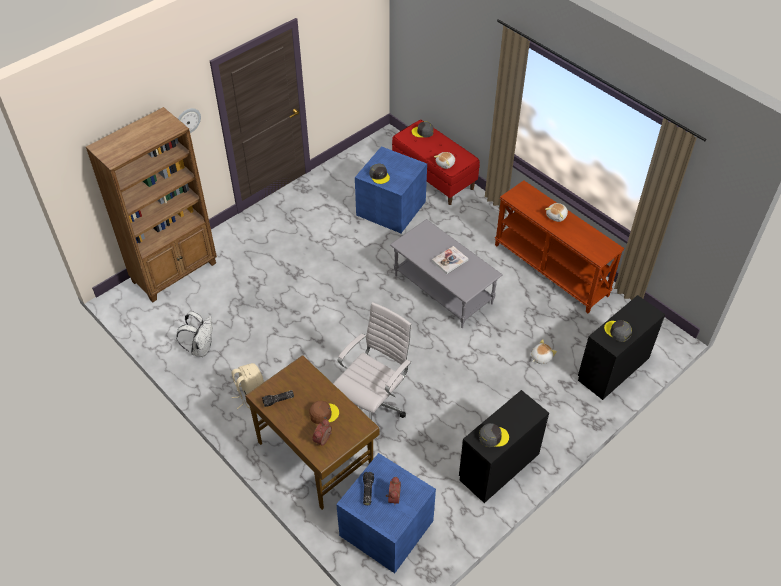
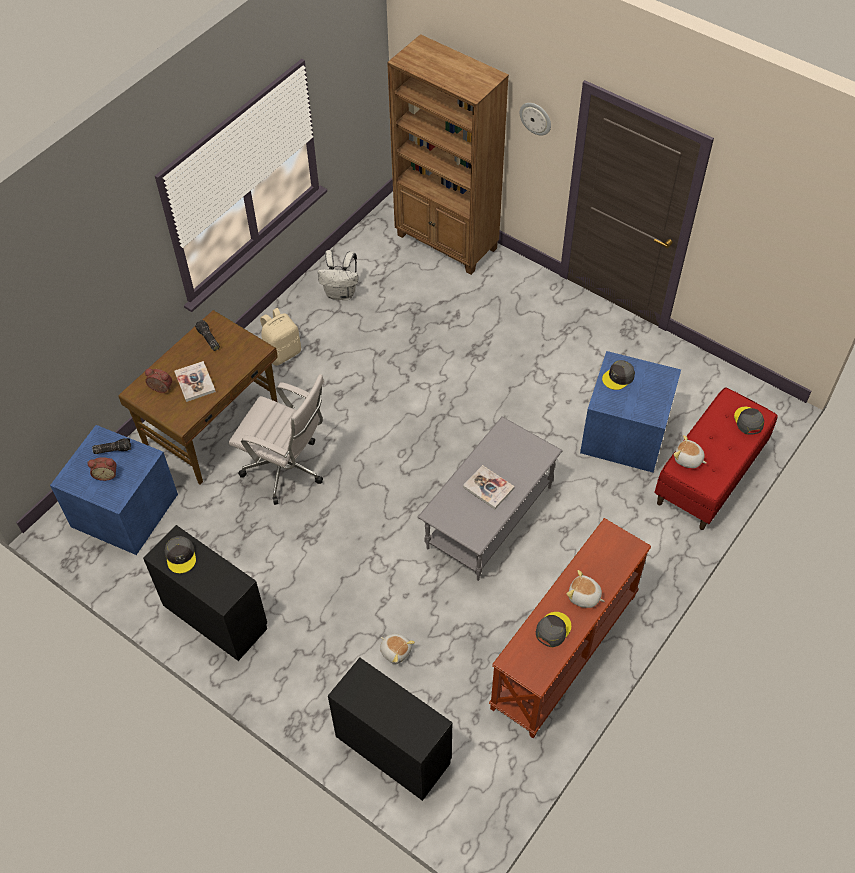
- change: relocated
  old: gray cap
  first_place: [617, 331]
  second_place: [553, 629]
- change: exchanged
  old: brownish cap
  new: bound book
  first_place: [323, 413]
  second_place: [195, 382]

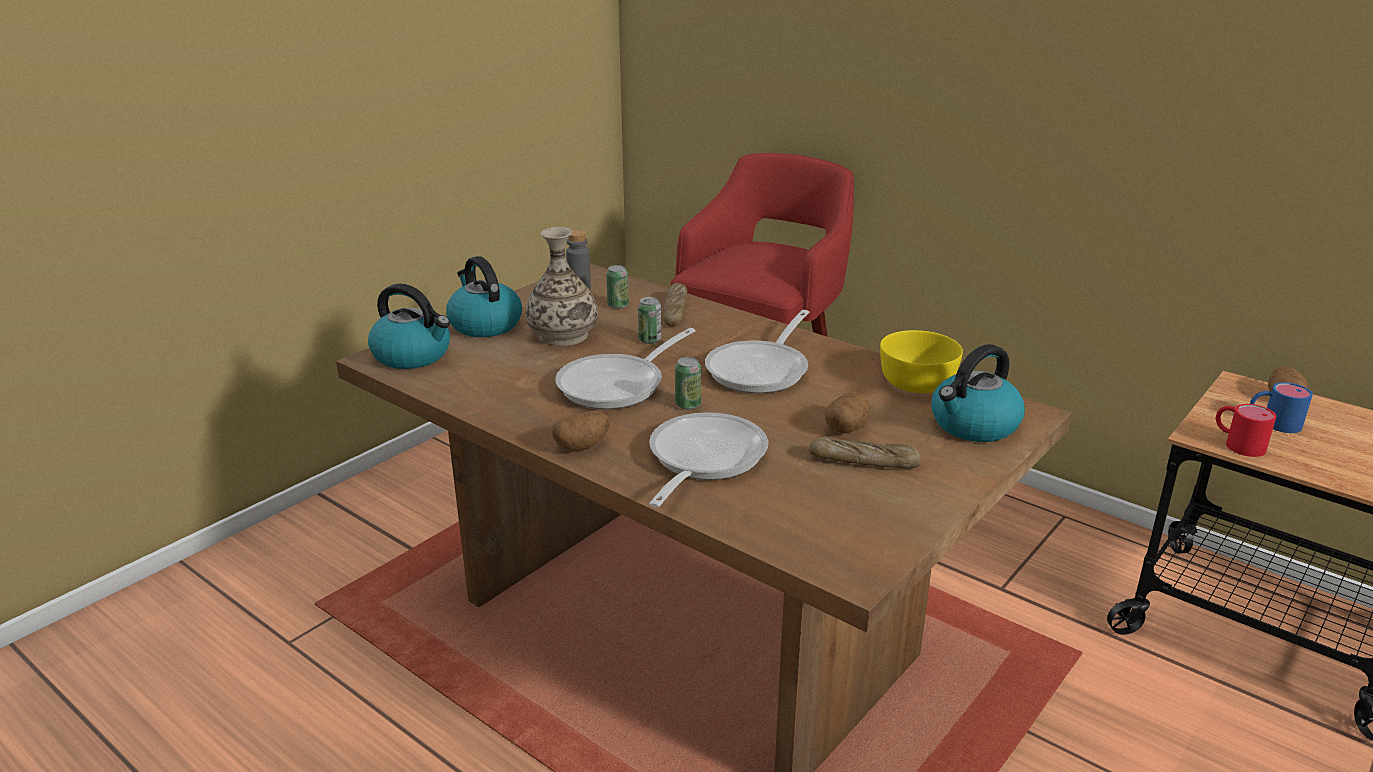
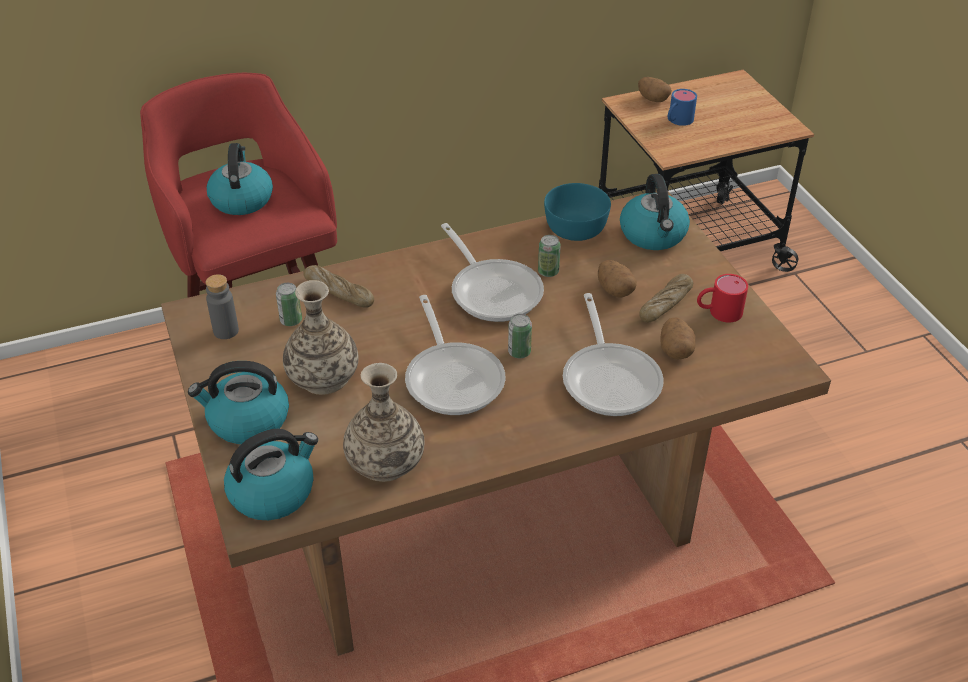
- change: relocated
  old: sealed can
  first_place: [649, 340]
  second_place: [548, 272]
- change: colour
  old: yellow-coloured serving bowl
  new: blue-green serving bowl
  first_place: [916, 382]
  second_place: [575, 229]
- change: relocated
  old: reddish coffee mug
  first_place: [1237, 443]
  second_place: [718, 312]
- change: relocated
  old: spud
  first_place: [582, 446]
  second_place: [675, 350]
- change: spun
  old: skillet
  first_place: [702, 460]
  second_place: [610, 378]
  degrees: -150
- change: appeared
  new: kettle
  second_place: [241, 199]
- change: appeared
  new: flower vase
  second_place: [385, 461]

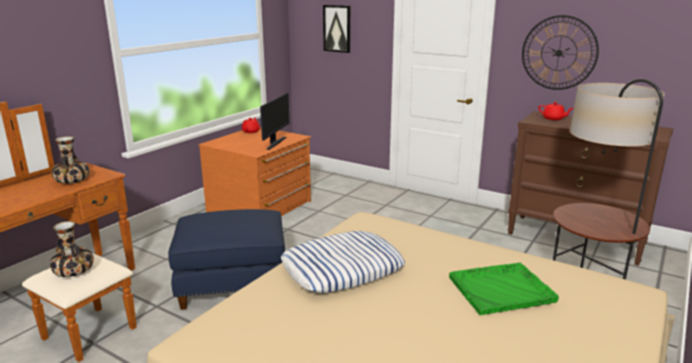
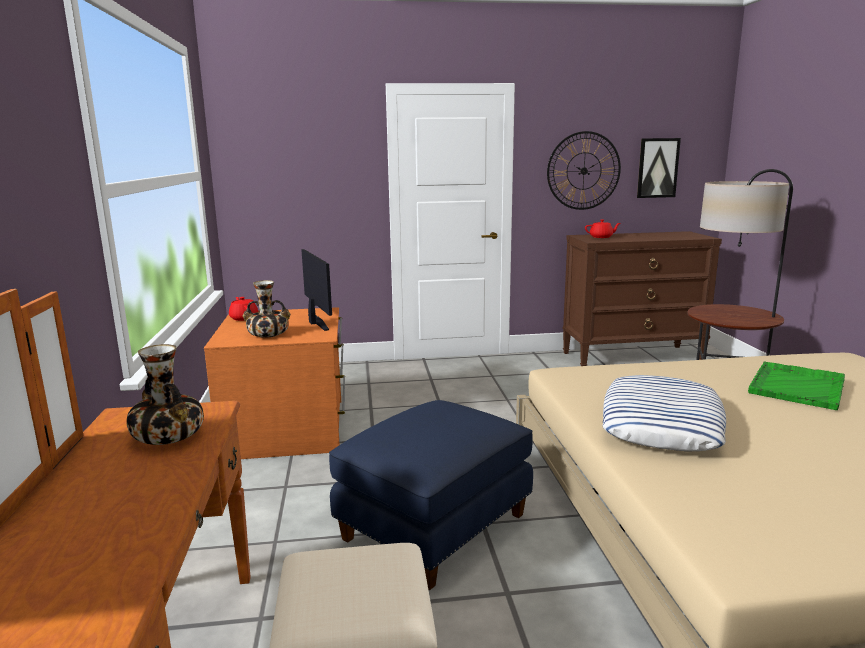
- change: relocated
  old: picture
  first_place: [337, 28]
  second_place: [657, 168]
- change: relocated
  old: flower vase
  first_place: [74, 271]
  second_place: [269, 334]

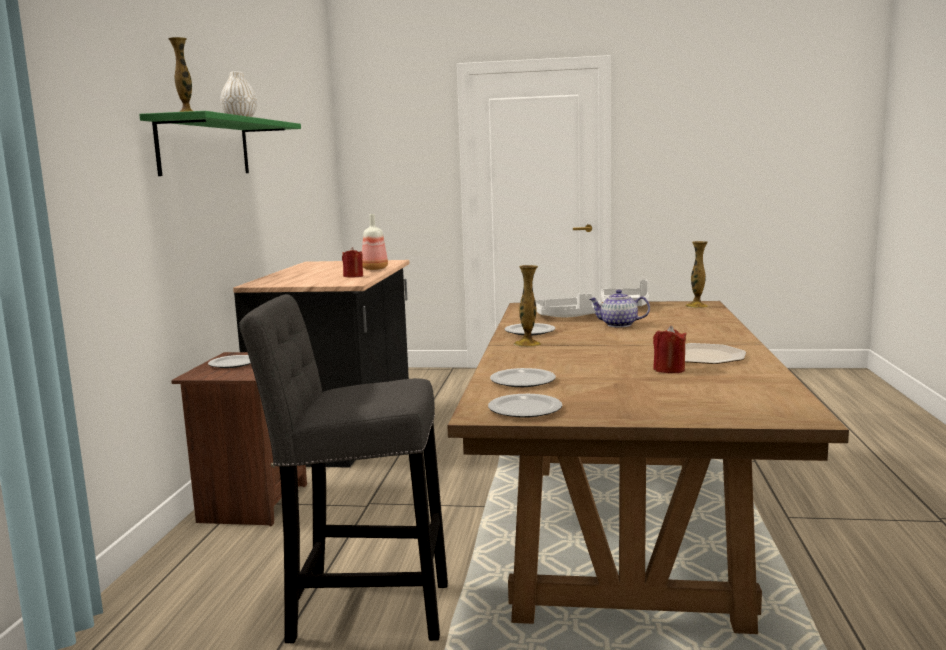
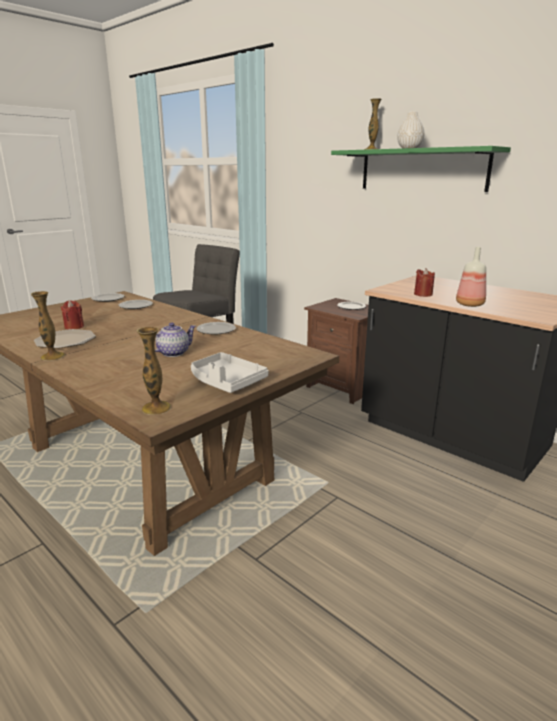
- change: relocated
  old: flower vase
  first_place: [527, 344]
  second_place: [52, 356]
- change: missing
  old: white serving tray
  first_place: [568, 316]

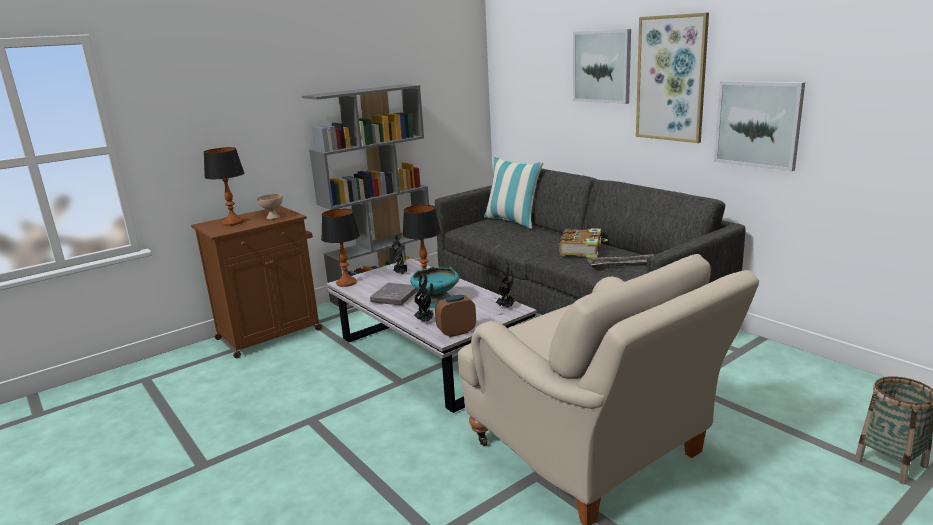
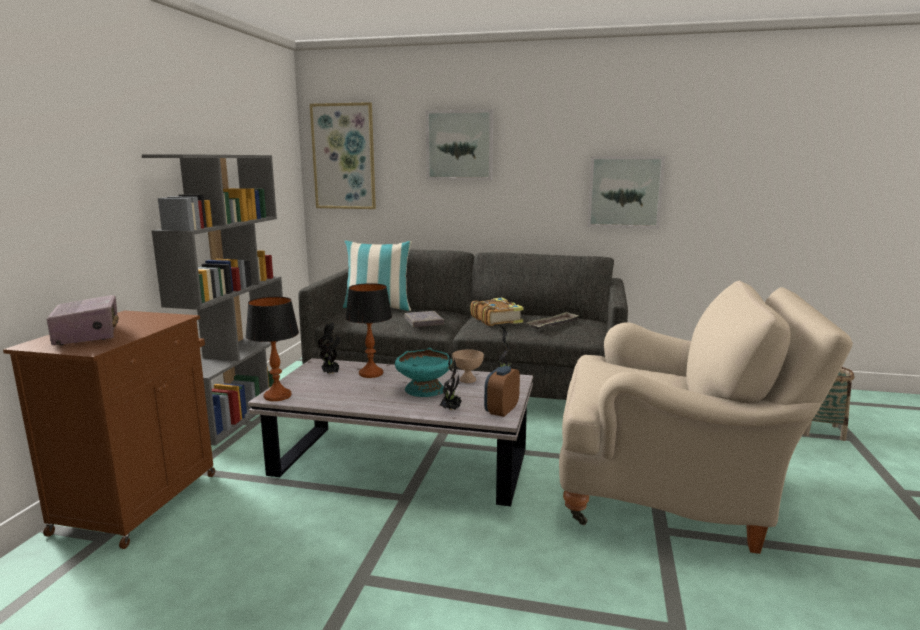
- change: relocated
  old: picture
  first_place: [671, 78]
  second_place: [344, 157]
- change: exchanged
  old: tabletop lamp
  new: radio set
  first_place: [233, 222]
  second_place: [88, 335]
- change: relocated
  old: beige-coloured serving bowl
  first_place: [273, 217]
  second_place: [467, 380]
- change: relocated
  old: gray bound book
  first_place: [394, 297]
  second_place: [424, 322]

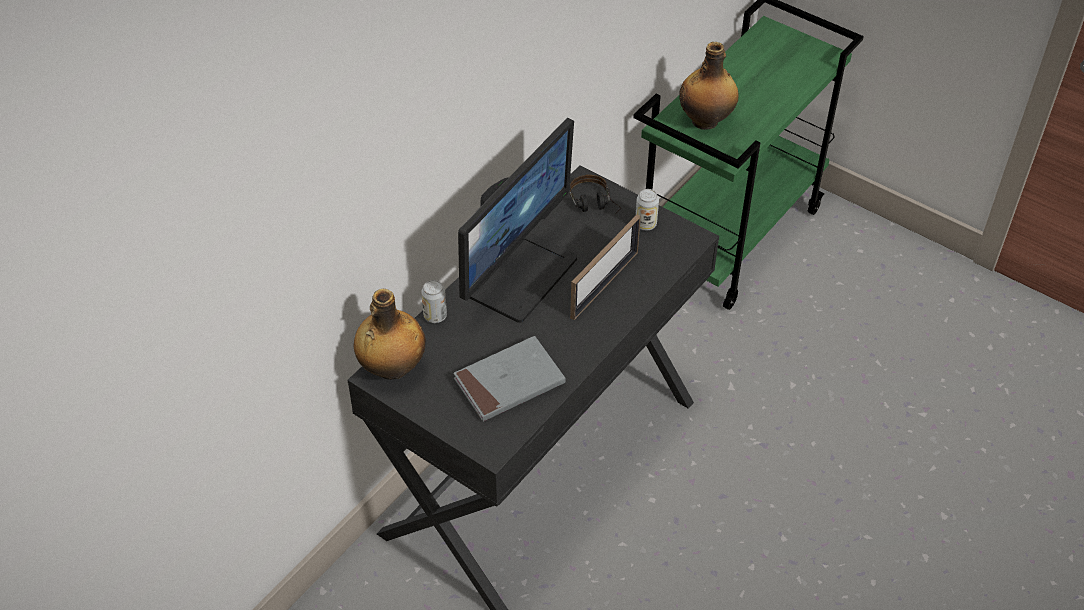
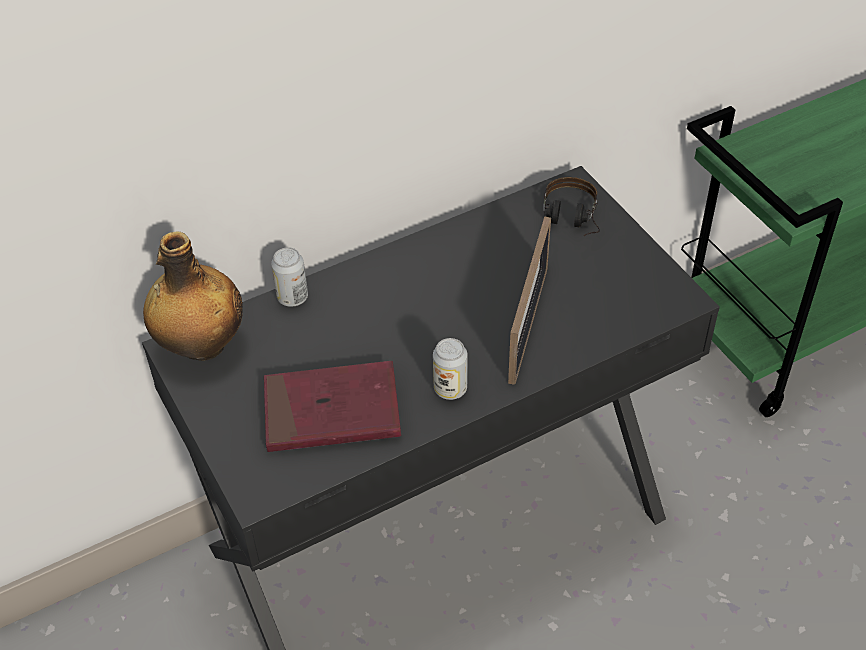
- change: missing
  old: drink bottle
  first_place: [706, 121]
- change: missing
  old: computer display
  first_place: [519, 274]
- change: relocated
  old: sealed can
  first_place: [645, 224]
  second_place: [450, 389]
- change: spun
  old: picture frame
  first_place: [604, 284]
  second_place: [528, 324]
  degrees: -45
- change: colour
  old: gray bound book
  new: reddish bound book
  first_place: [509, 382]
  second_place: [332, 411]

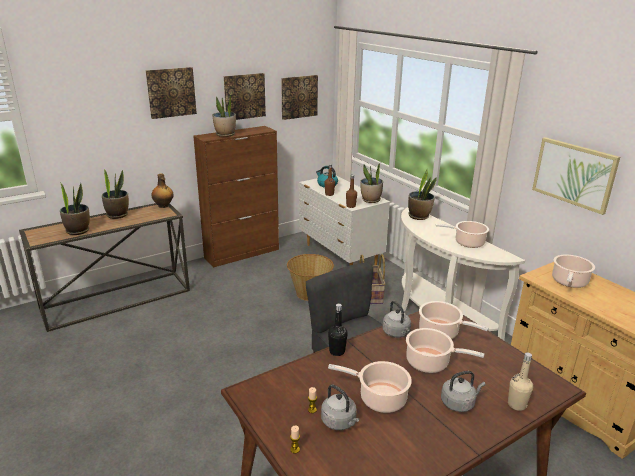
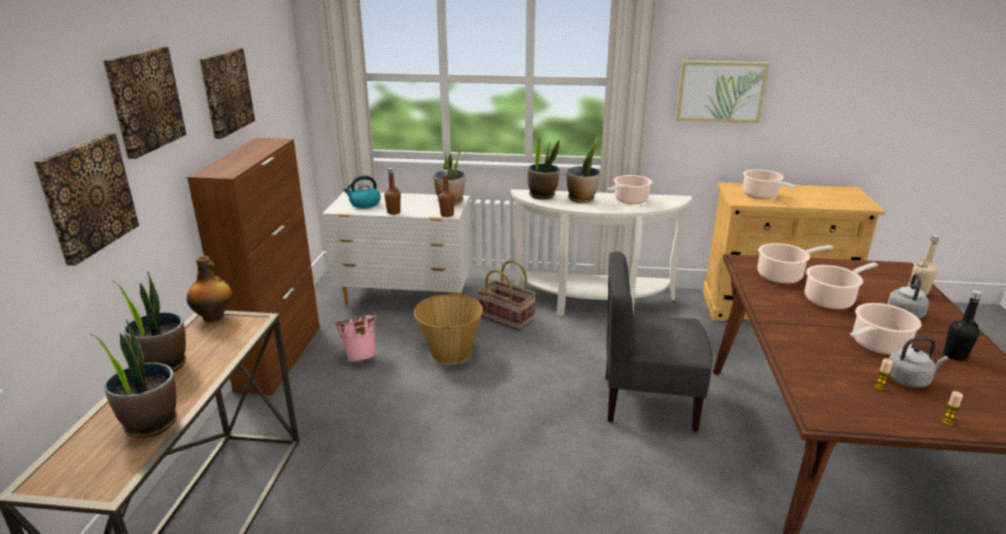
- change: relocated
  old: picture
  first_place: [299, 96]
  second_place: [87, 196]
- change: relocated
  old: plant in a pot
  first_place: [225, 135]
  second_place: [582, 199]
- change: missing
  old: gray kettle
  first_place: [396, 333]
- change: relocated
  old: blackish drink bottle
  first_place: [337, 351]
  second_place: [955, 356]
- change: appeared
  new: pink bucket
  second_place: [360, 356]

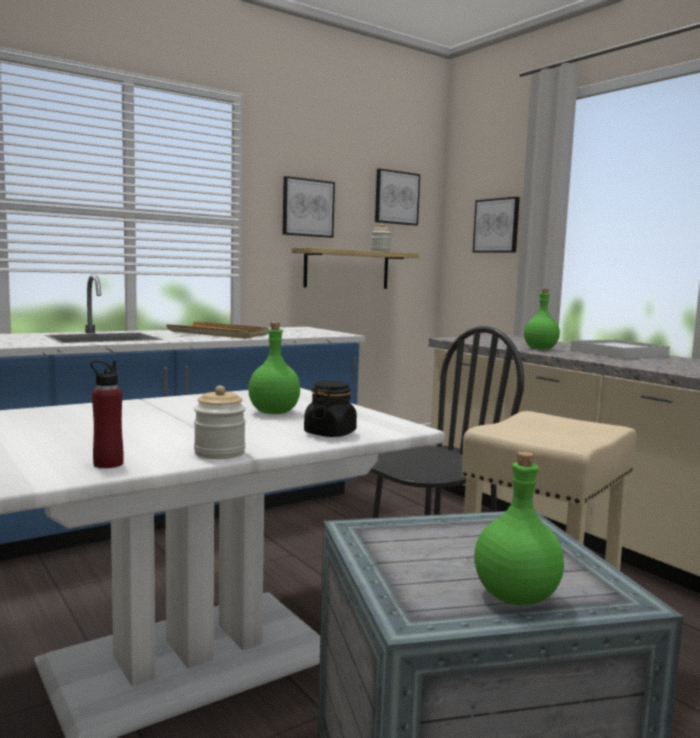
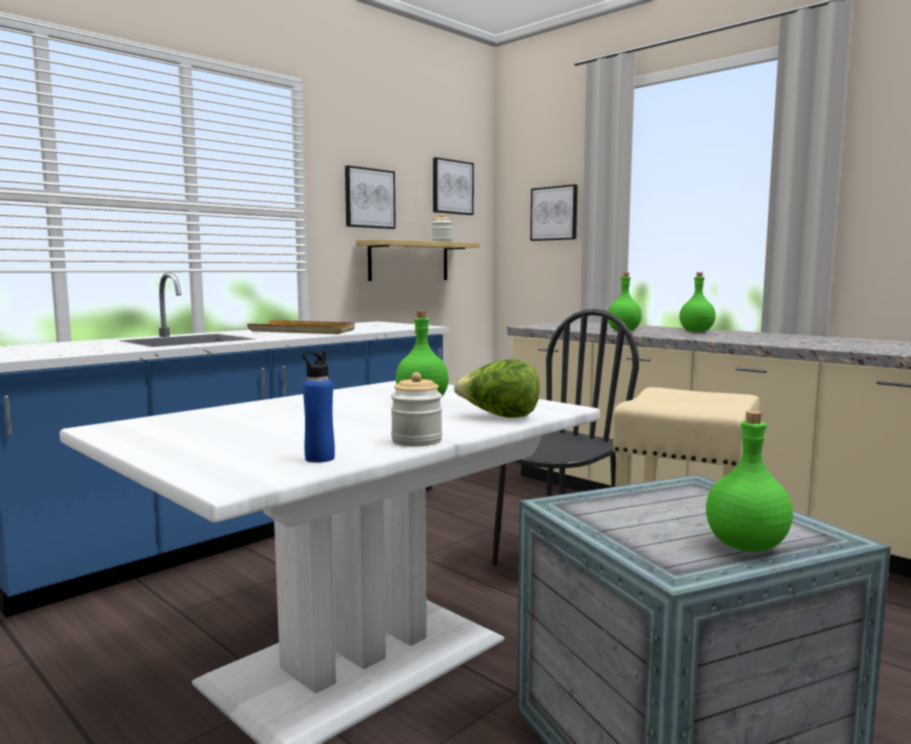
- change: exchanged
  old: white serving tray
  new: green-coloured drink bottle
  first_place: [619, 353]
  second_place: [697, 331]
- change: colour
  old: reddish drink bottle
  new: blue-coloured drink bottle
  first_place: [108, 464]
  second_place: [319, 458]
- change: exchanged
  old: blackish preserve jar
  new: lettuce head
  first_place: [330, 433]
  second_place: [499, 417]

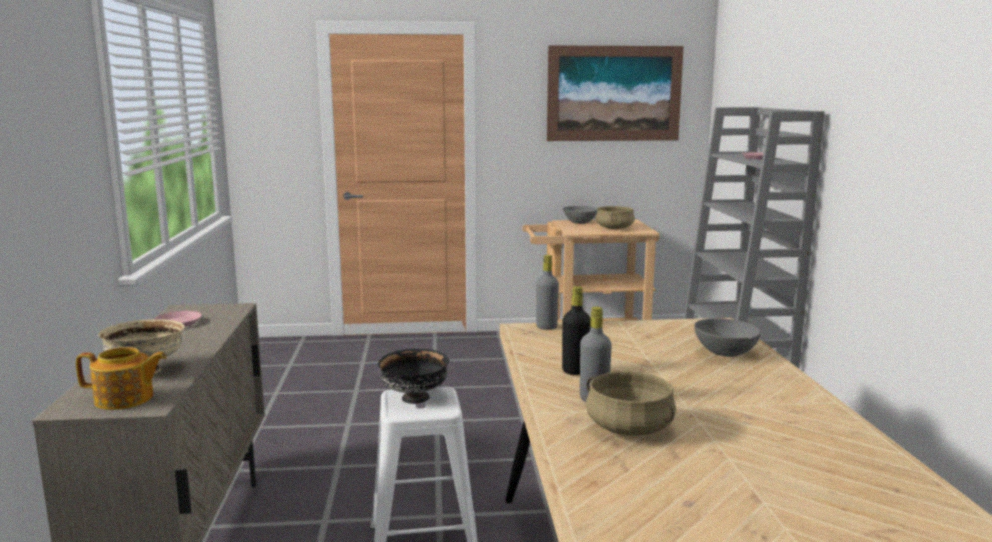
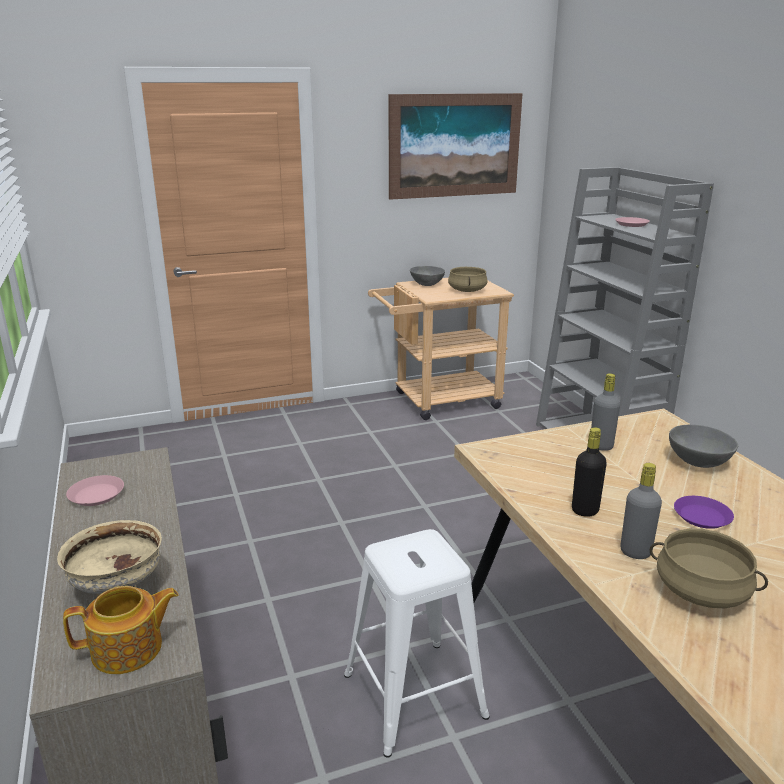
- change: relocated
  old: gray drink bottle
  first_place: [546, 327]
  second_place: [601, 446]
- change: missing
  old: blackish serving bowl
  first_place: [415, 399]
- change: appeared
  new: purple flat dish
  second_place: [702, 516]

